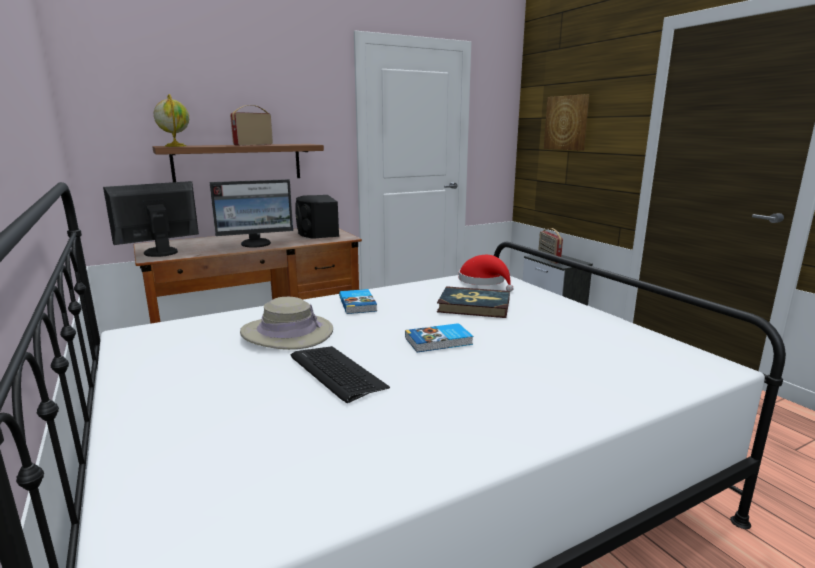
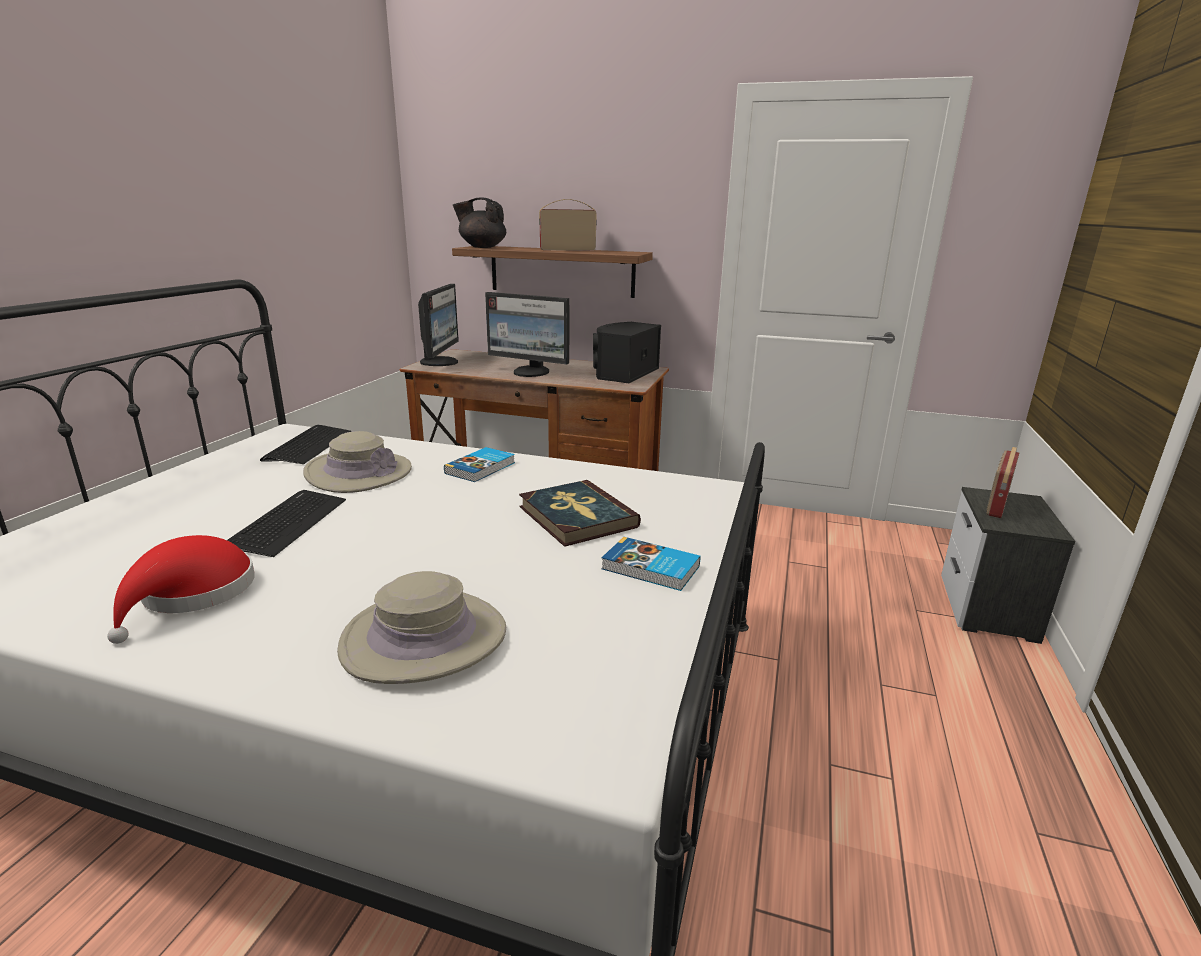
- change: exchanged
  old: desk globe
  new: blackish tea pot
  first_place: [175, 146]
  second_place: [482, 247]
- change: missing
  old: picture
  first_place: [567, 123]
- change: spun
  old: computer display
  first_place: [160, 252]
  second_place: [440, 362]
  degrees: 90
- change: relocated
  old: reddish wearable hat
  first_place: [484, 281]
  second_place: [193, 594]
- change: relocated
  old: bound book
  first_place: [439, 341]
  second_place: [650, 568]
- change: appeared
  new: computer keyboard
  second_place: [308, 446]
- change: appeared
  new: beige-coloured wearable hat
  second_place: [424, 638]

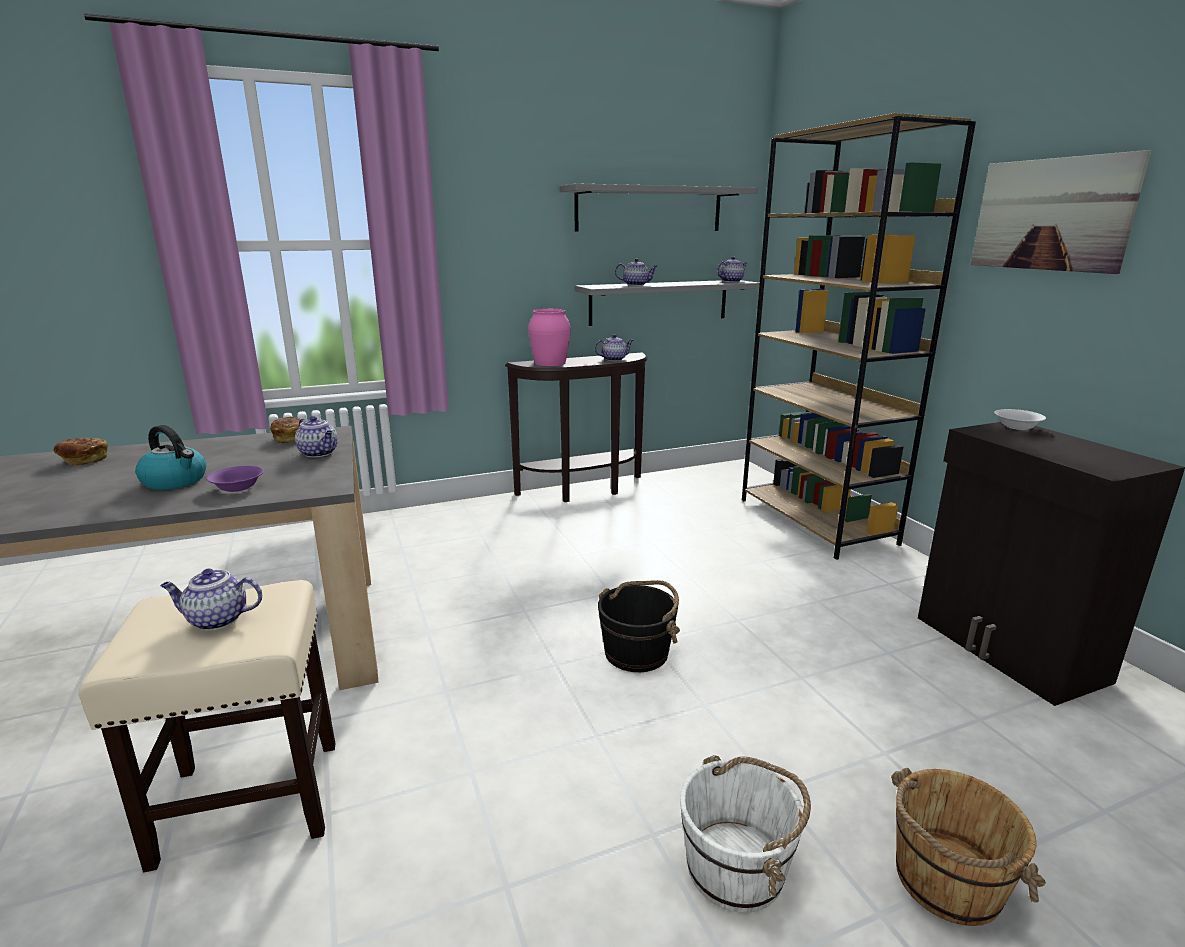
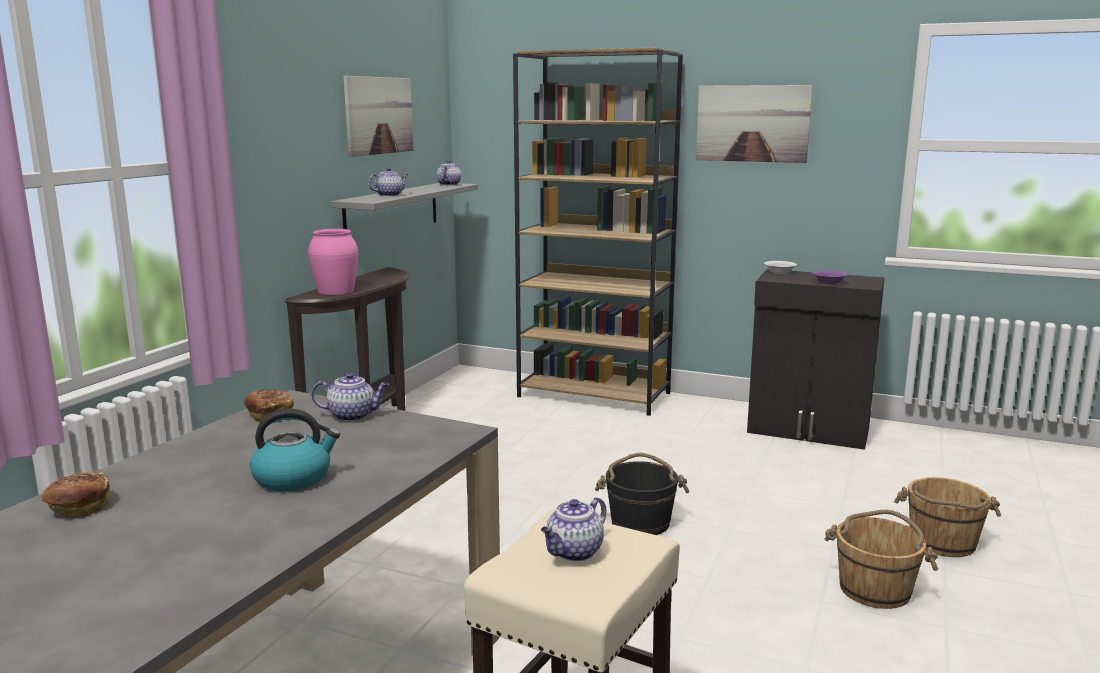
- change: exchanged
  old: gray bracket shelf
  new: picture
  first_place: [649, 209]
  second_place: [379, 115]
- change: missing
  old: tea pot
  first_place: [614, 359]
- change: relocated
  old: purple serving bowl
  first_place: [237, 487]
  second_place: [829, 283]
- change: colour
  old: white bucket
  new: brownish bucket
  first_place: [737, 868]
  second_place: [875, 589]

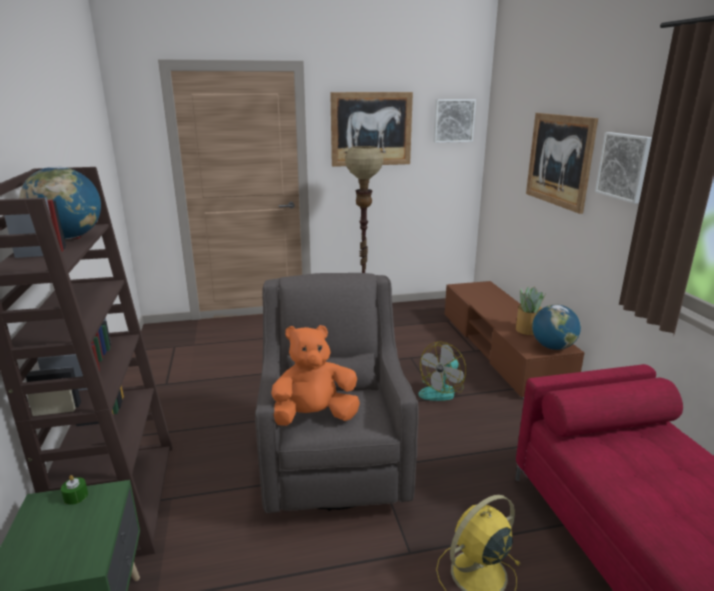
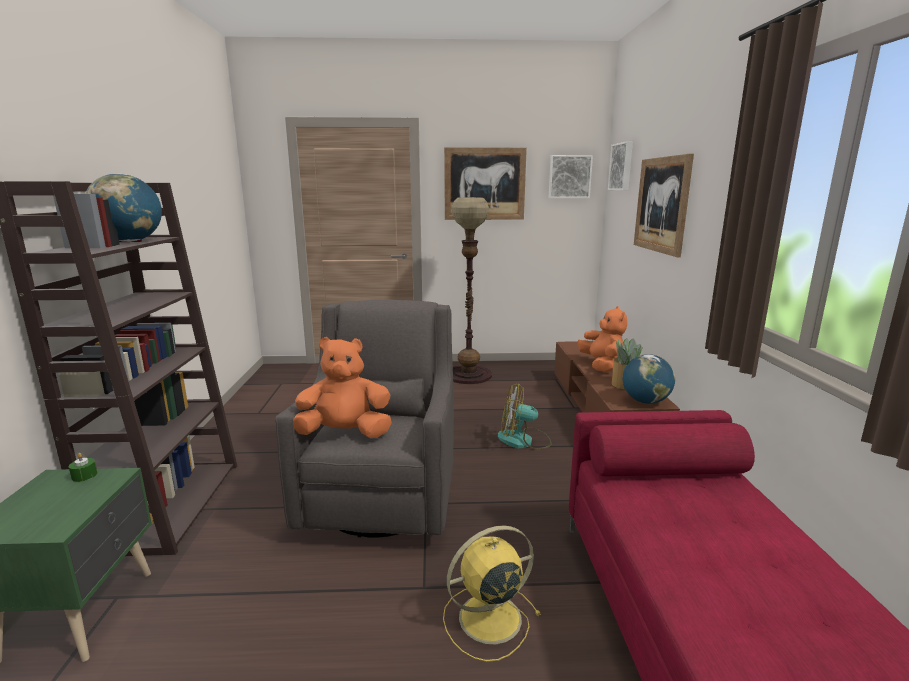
- change: relocated
  old: picture
  first_place: [625, 166]
  second_place: [622, 166]
- change: spun
  old: fan
  first_place: [442, 390]
  second_place: [523, 440]
  degrees: 45
- change: appeared
  new: orangey soft toy
  second_place: [601, 365]

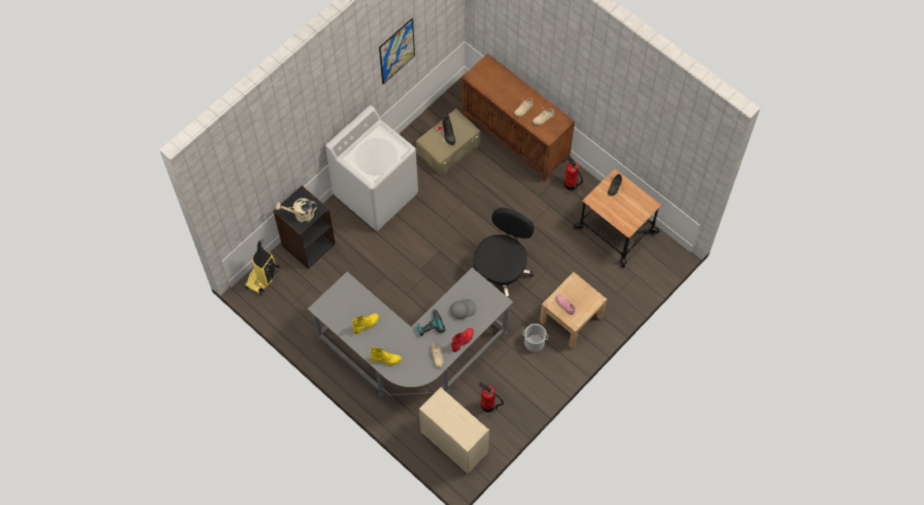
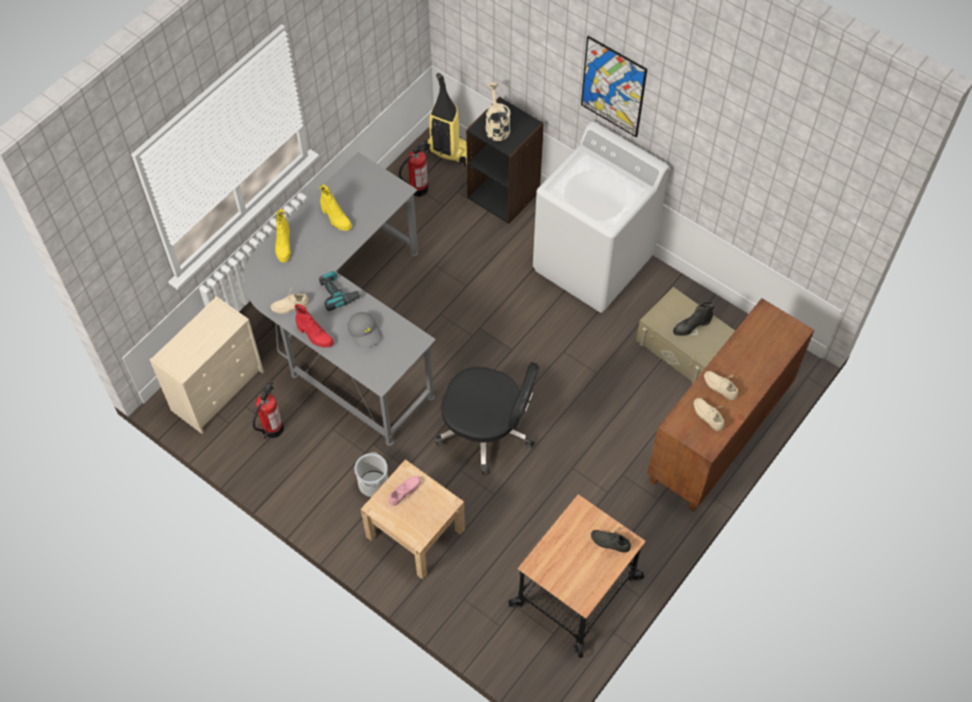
- change: relocated
  old: picture
  first_place: [396, 51]
  second_place: [613, 87]
- change: relocated
  old: fire-fighting cylinder
  first_place: [570, 184]
  second_place: [418, 189]

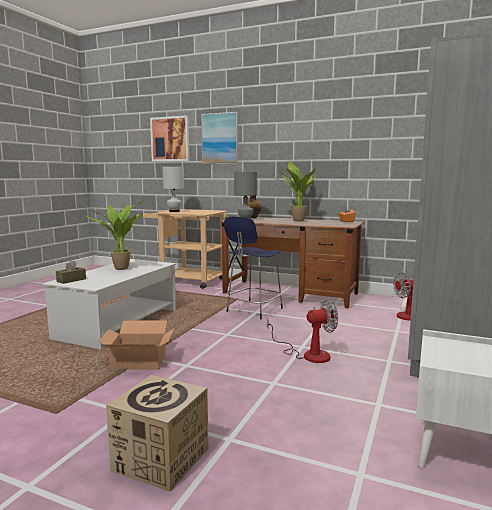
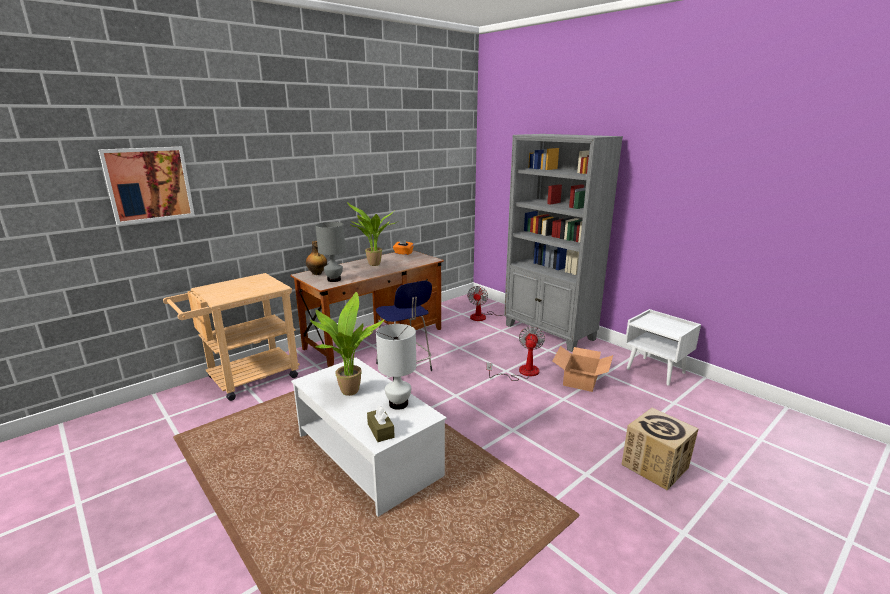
- change: missing
  old: picture
  first_place: [220, 138]
- change: relocated
  old: white tabletop lamp
  first_place: [174, 211]
  second_place: [399, 404]
- change: relocated
  old: cardboard box
  first_place: [139, 361]
  second_place: [581, 379]

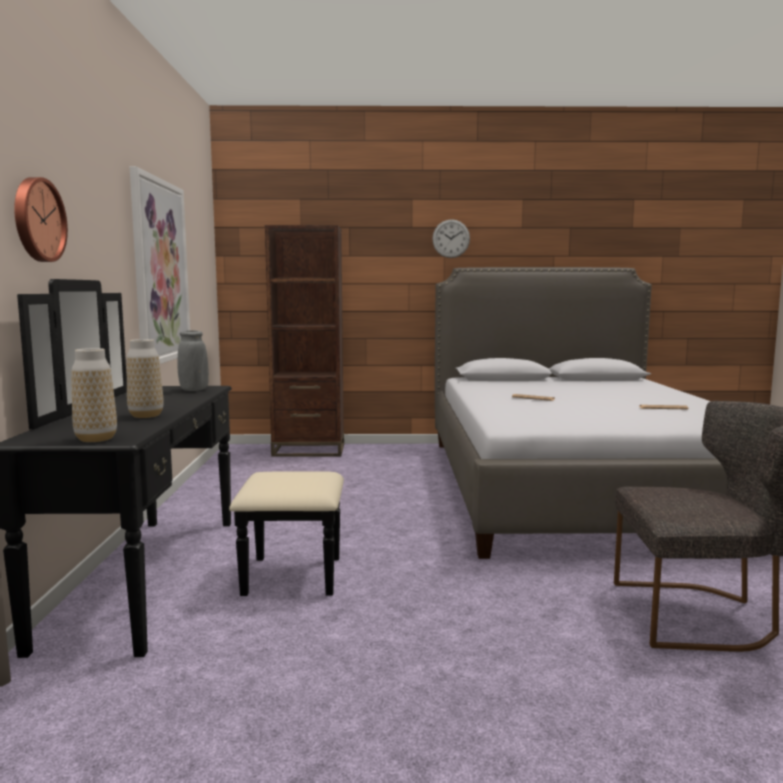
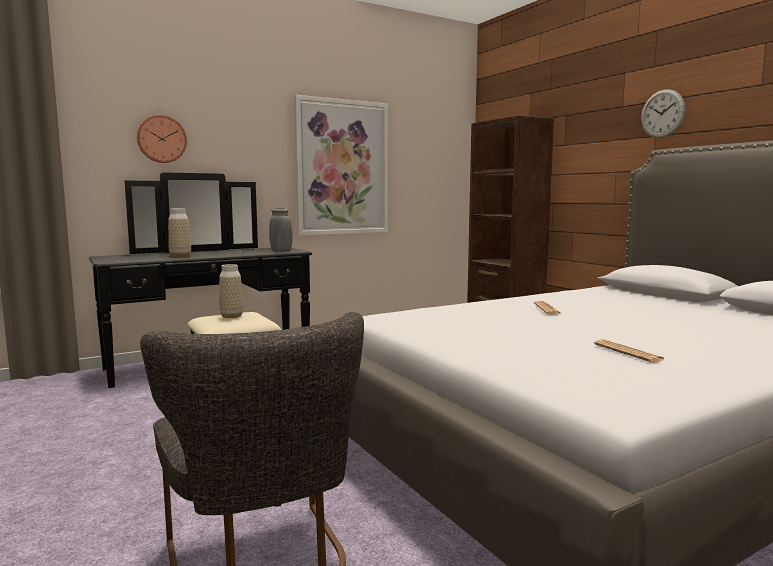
- change: relocated
  old: flower vase
  first_place: [96, 439]
  second_place: [231, 316]

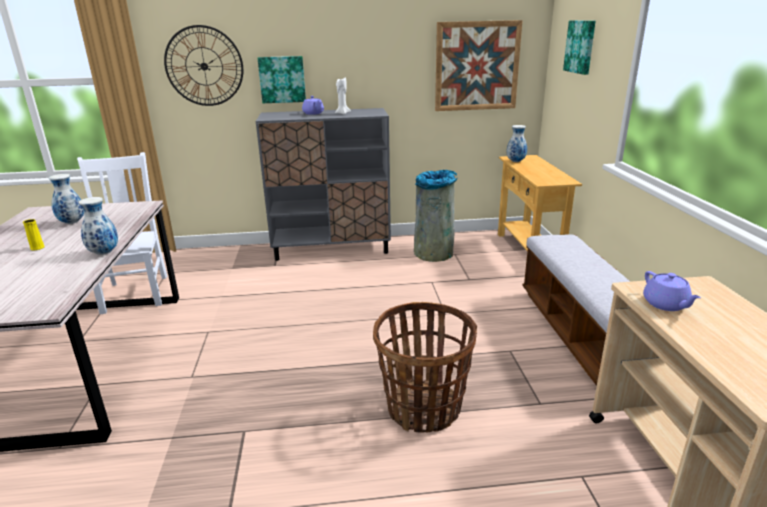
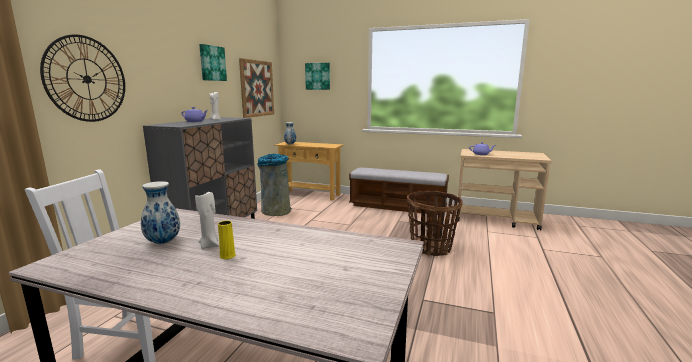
- change: relocated
  old: picture
  first_place: [282, 79]
  second_place: [212, 63]
- change: missing
  old: flower vase
  first_place: [104, 253]
- change: appeared
  new: white wax candle
  second_place: [210, 245]

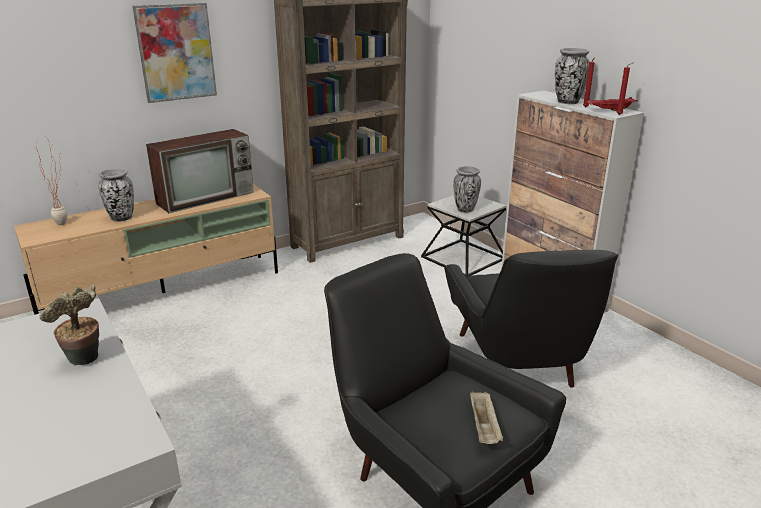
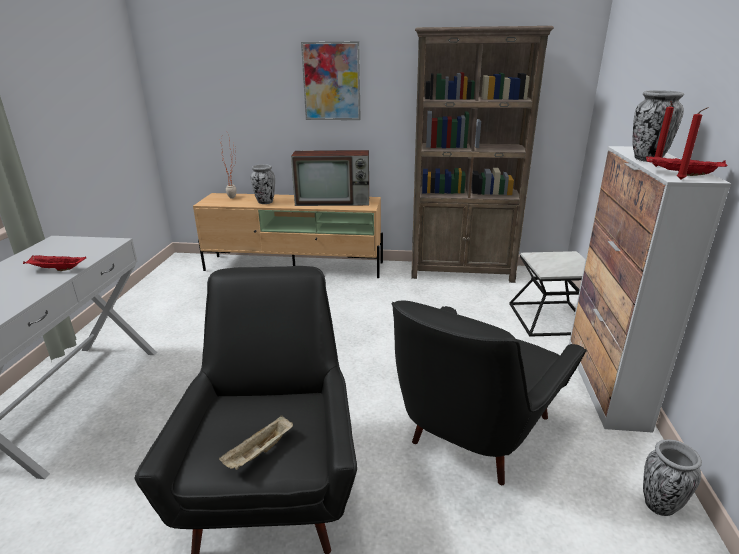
- change: relocated
  old: flower vase
  first_place: [465, 209]
  second_place: [659, 505]
- change: exchanged
  old: plant in a pot
  new: reddish serving tray
  first_place: [84, 361]
  second_place: [56, 269]

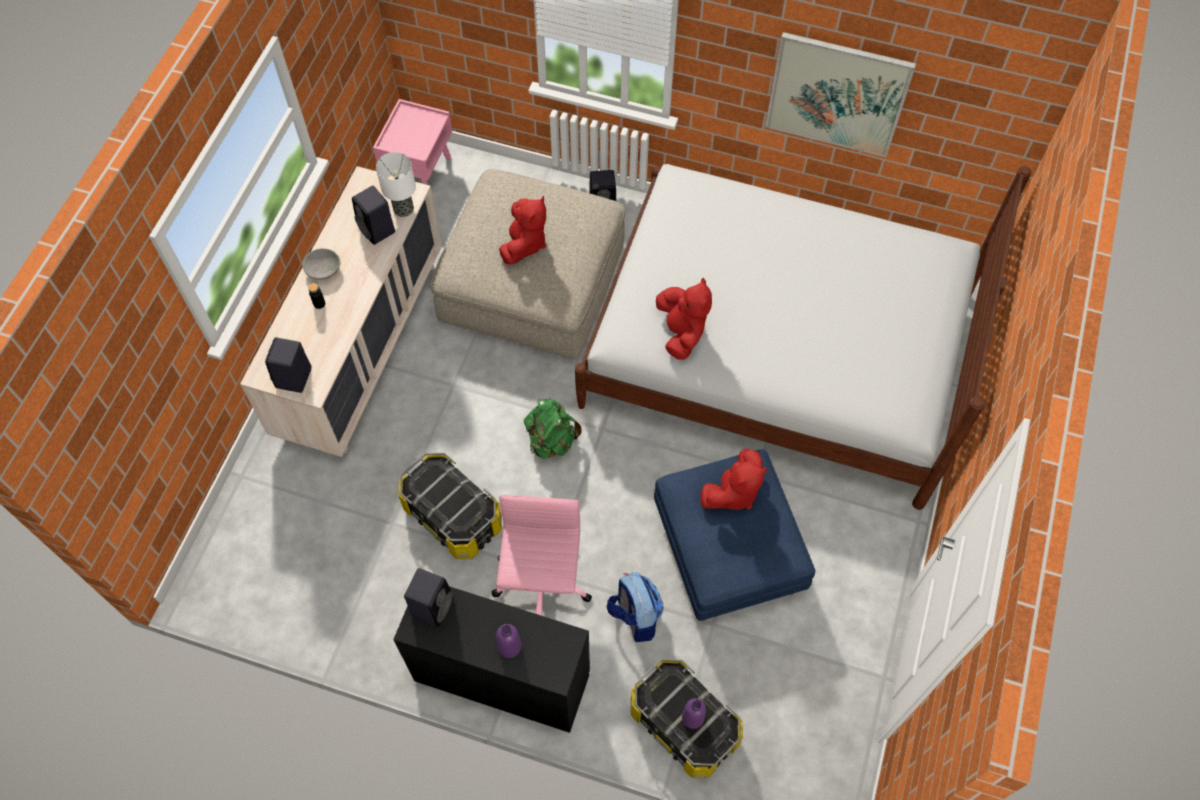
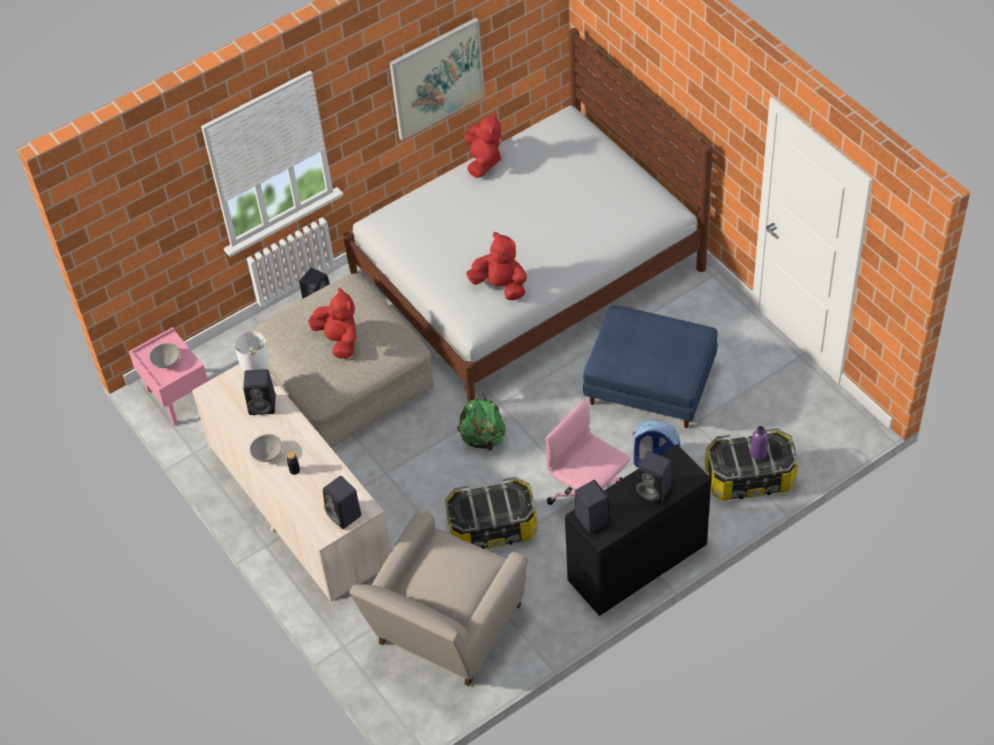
- change: relocated
  old: reddish soft toy
  first_place: [733, 492]
  second_place: [483, 161]
- change: exchanged
  old: purple drink bottle
  new: blackish loudspeaker
  first_place: [509, 646]
  second_place: [654, 490]
- change: appeared
  new: gray serving bowl
  second_place: [166, 361]
- change: appeared
  new: beige-coloured armchair
  second_place: [445, 630]

